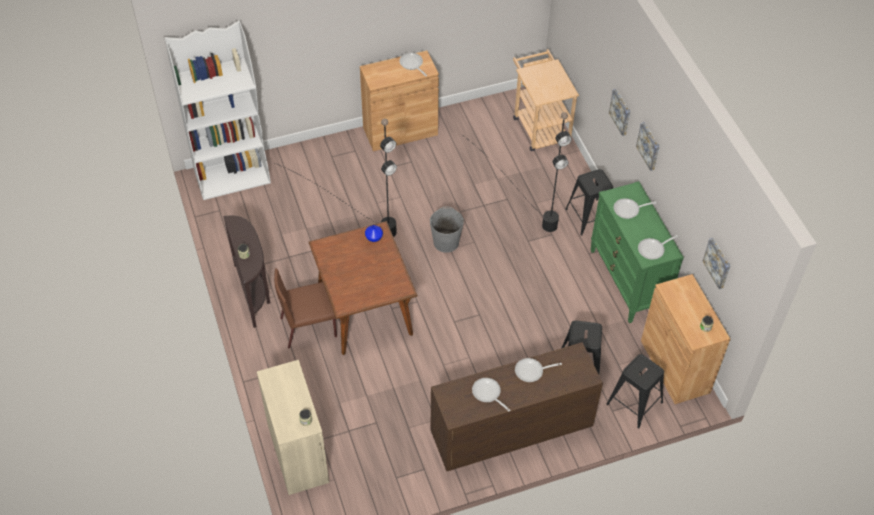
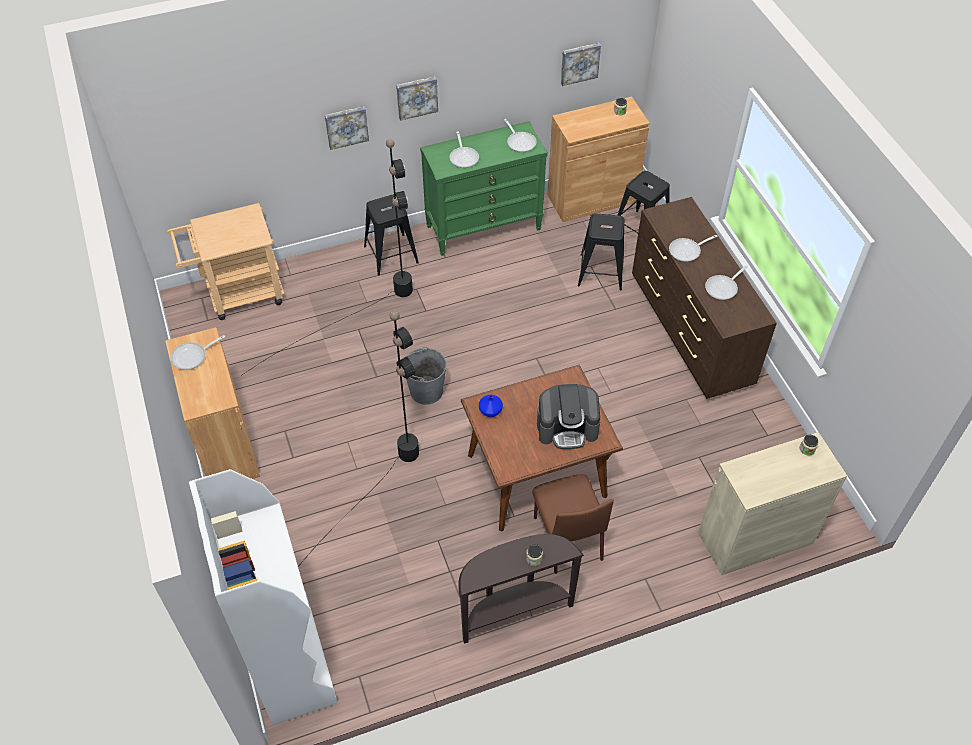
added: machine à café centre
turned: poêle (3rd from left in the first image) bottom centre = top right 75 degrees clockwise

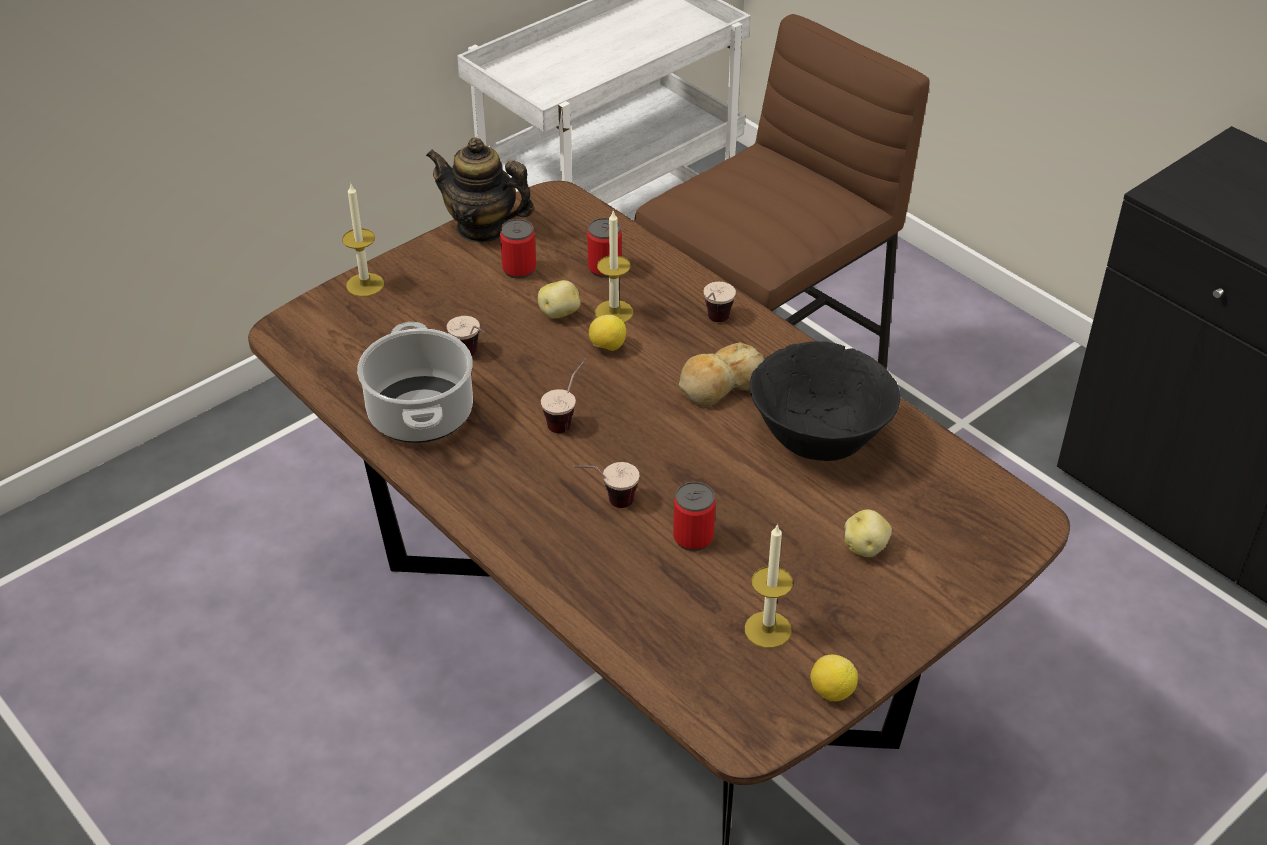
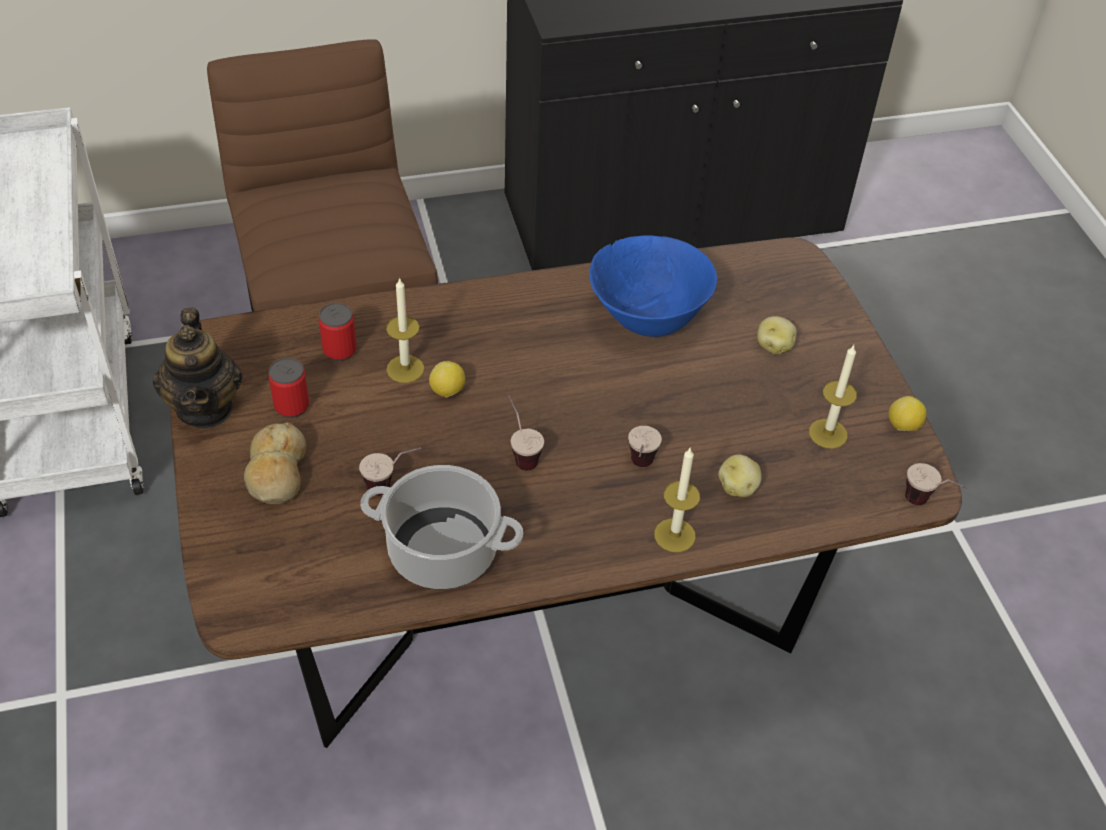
removed: boîte métallique (3rd from left) centre
moved: bougie (1st from left in the first image) top left to bougie (2nd from left) centre; pomme de terre (1st from left) centre to middle right; tasse (4th from left) centre to middle right; pain centre to middle left
recoloured: bol [noir] centre to bol [bleu] centre
turned: théière top centre = middle left 60 degrees counterclockwise

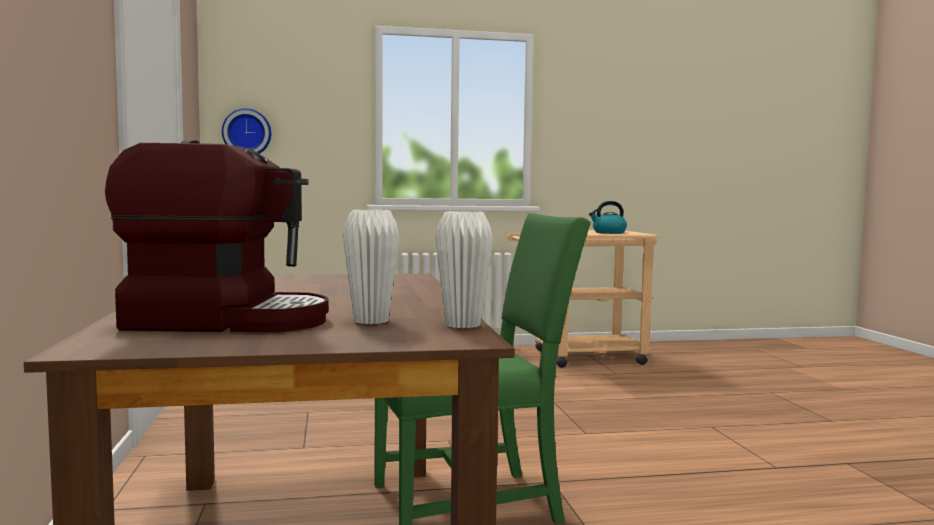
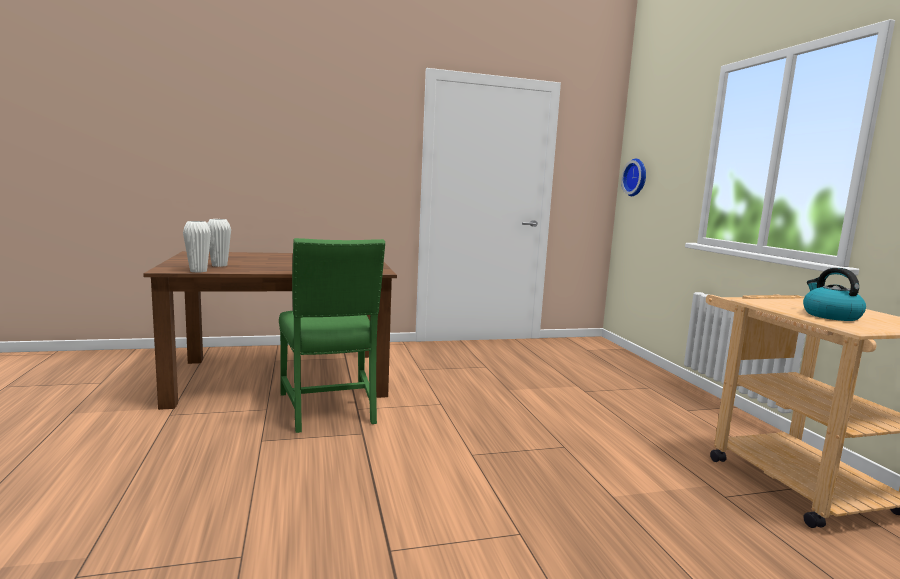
removed: machine à café middle left

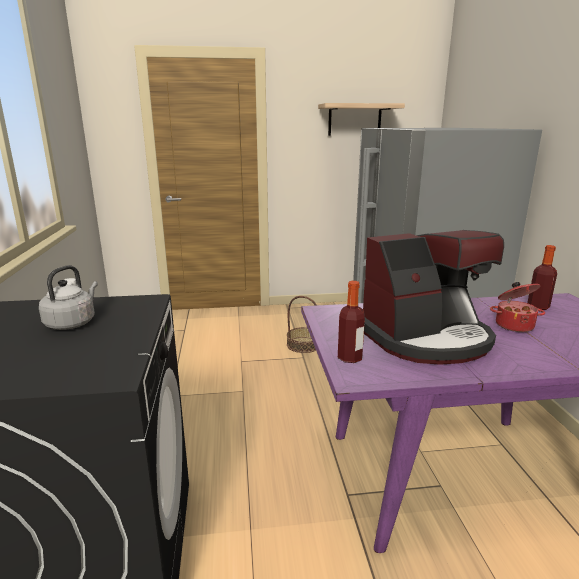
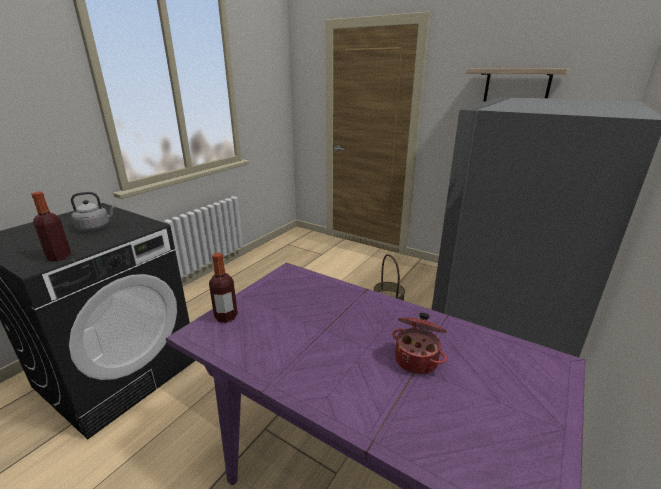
removed: machine à café middle right
moved: bouteille (2nd from left in the first image) middle right to bouteille (1st from left) middle left

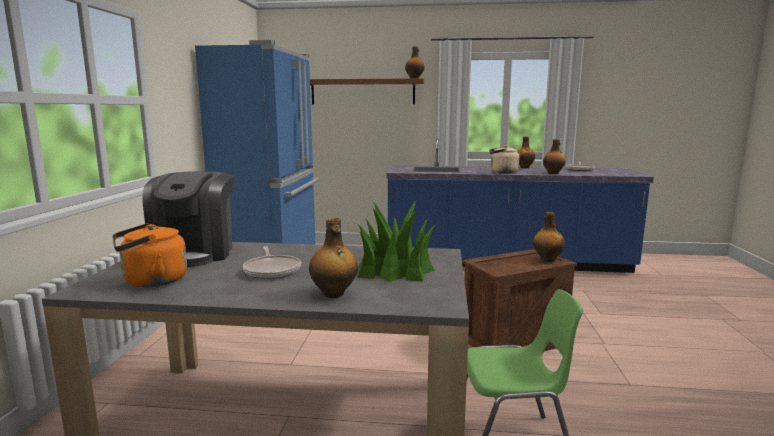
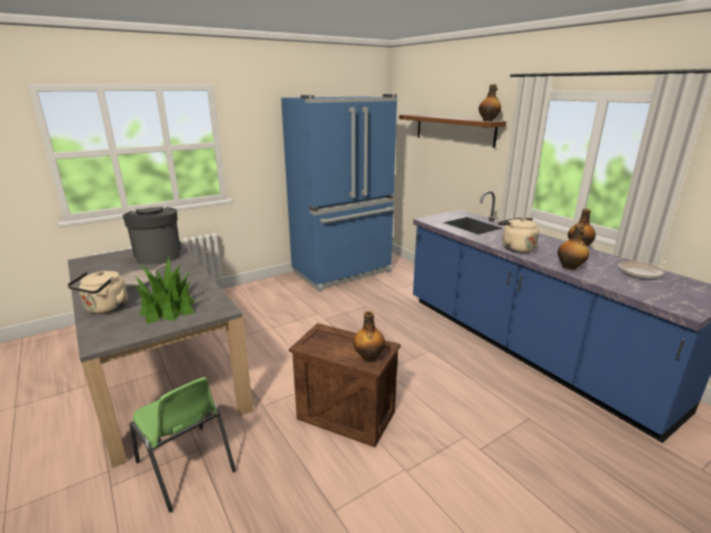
removed: bouilloire [orange] middle left
replaced: bouteille (1st from left) centre to bouilloire [beige] (1st from left) middle left
turned: machine à café middle left = middle left 105 degrees clockwise

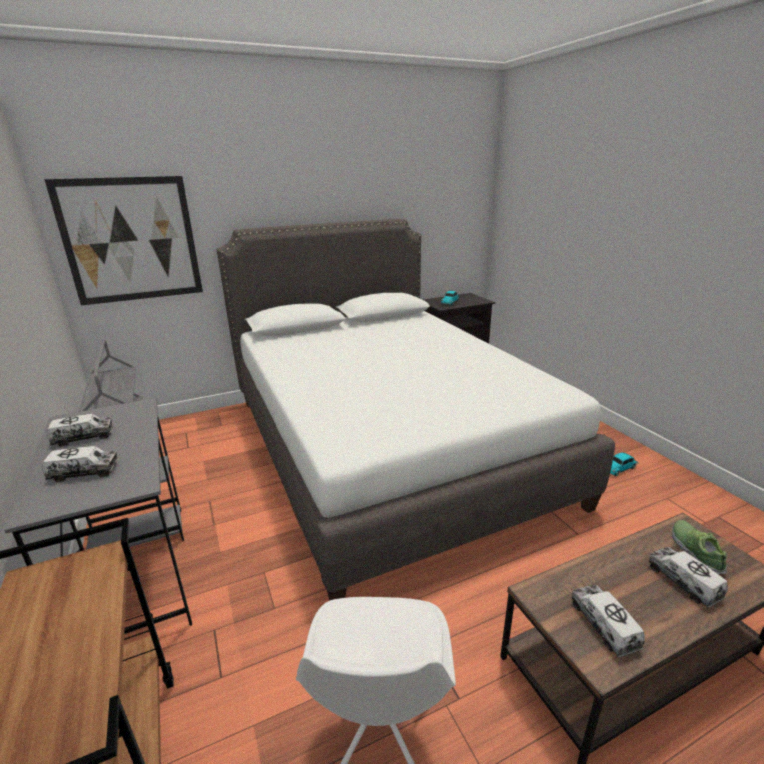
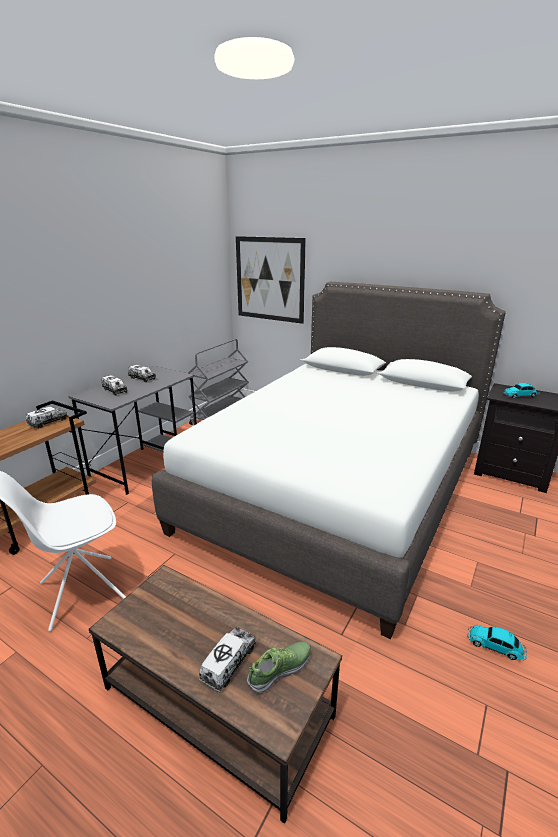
moved: camion jouet (3rd from left in the first image) bottom right to camion jouet (1st from left) middle left

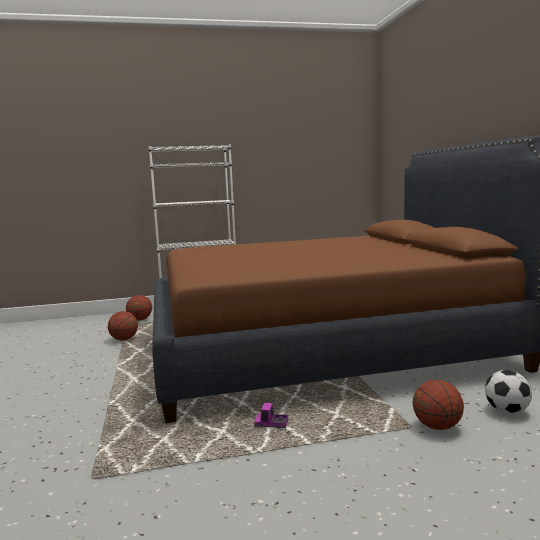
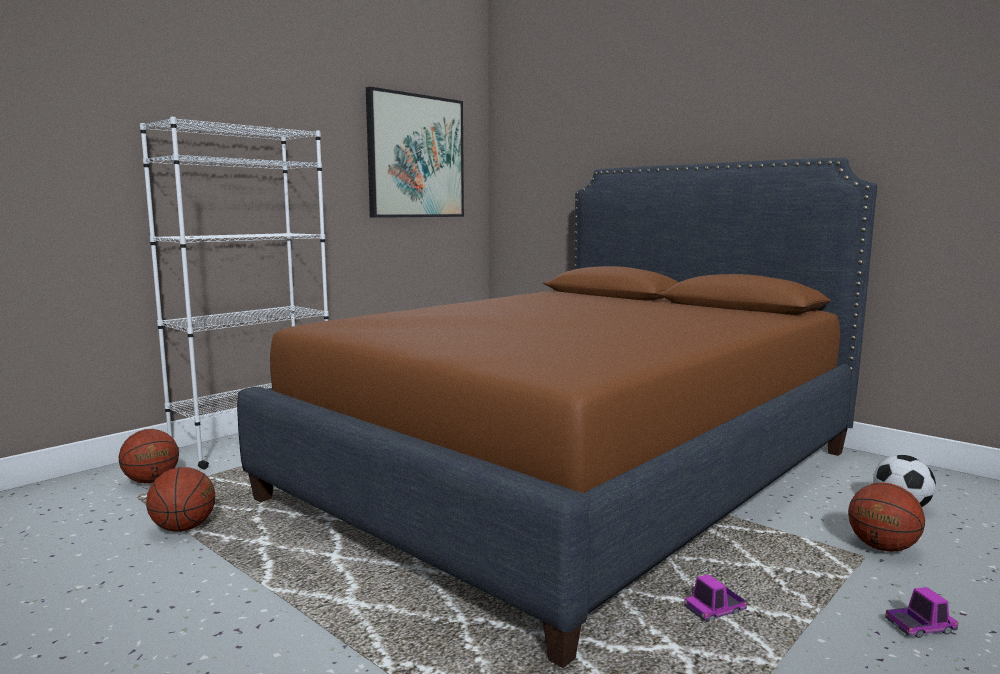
added: tableau top centre; camion jouet (2nd from left) bottom right

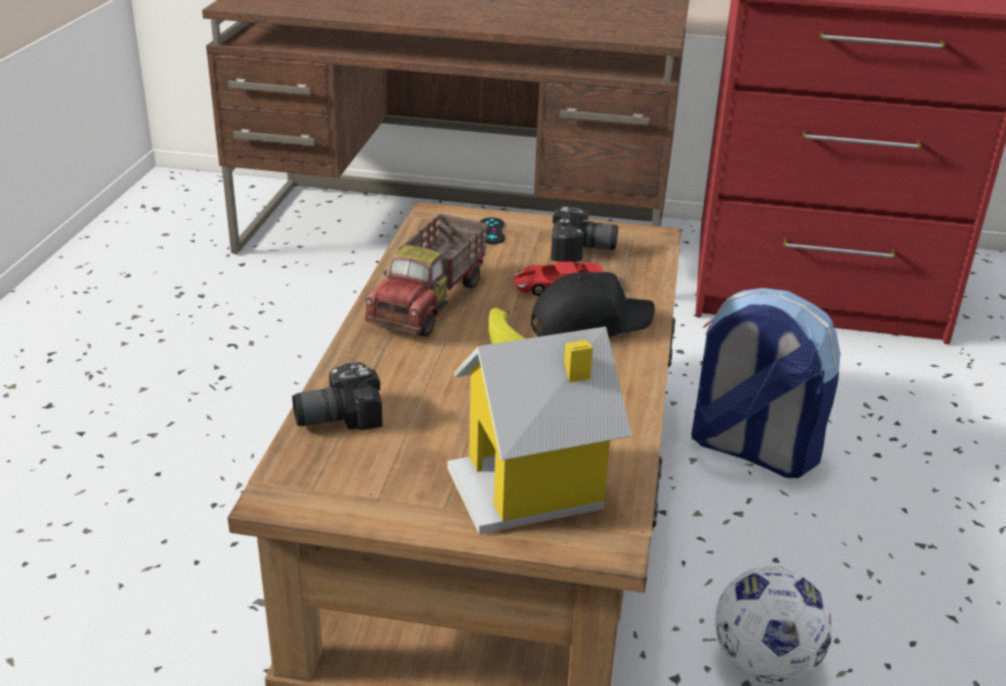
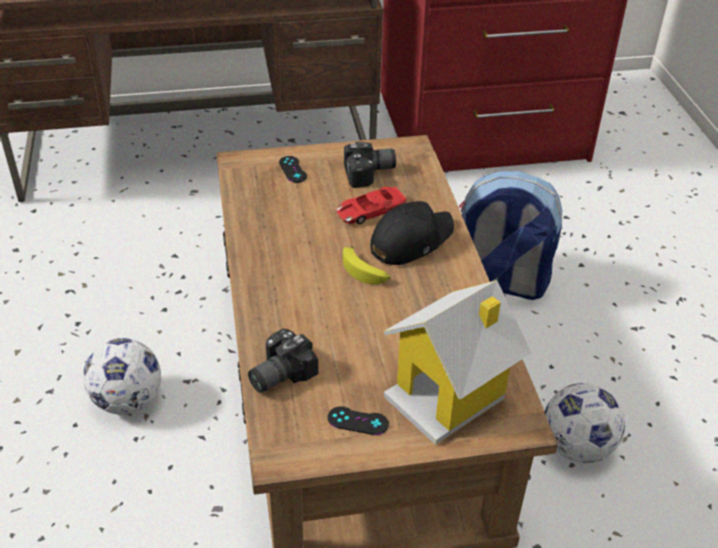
removed: camion jouet centre
added: ballon de foot (1st from left) bottom left; manette [noir] (2nd from left) bottom centre

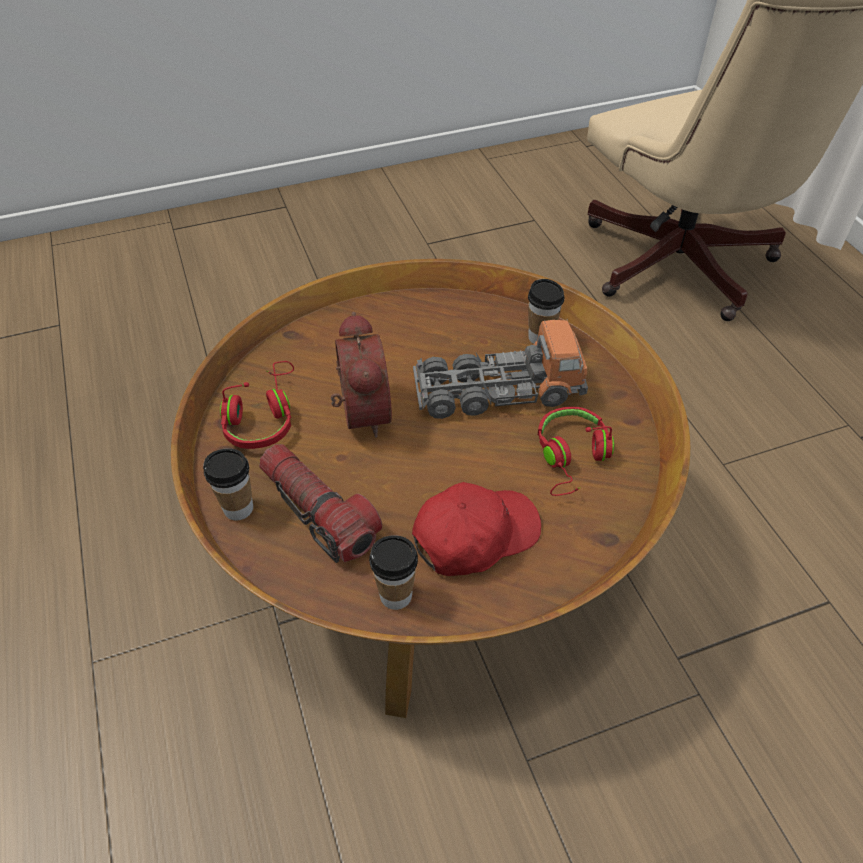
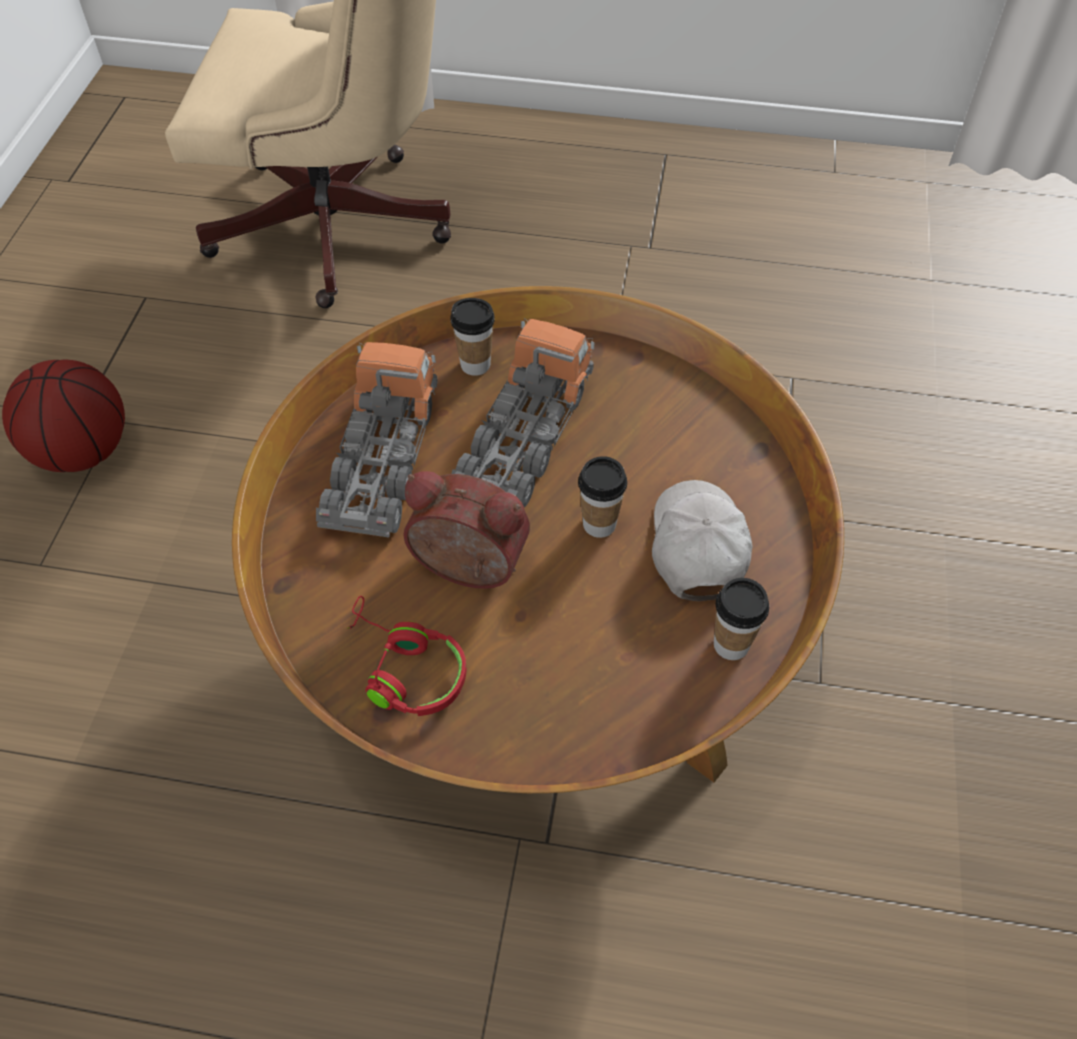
removed: casque audio [rouge] (2nd from left) middle right; lampe de poche centre
added: camion jouet (1st from left) centre; ballon de basket middle left
moved: tasse (1st from left in the first image) middle left to tasse (2nd from left) centre
recoloured: casquette [rouge] centre to casquette [blanc] centre

